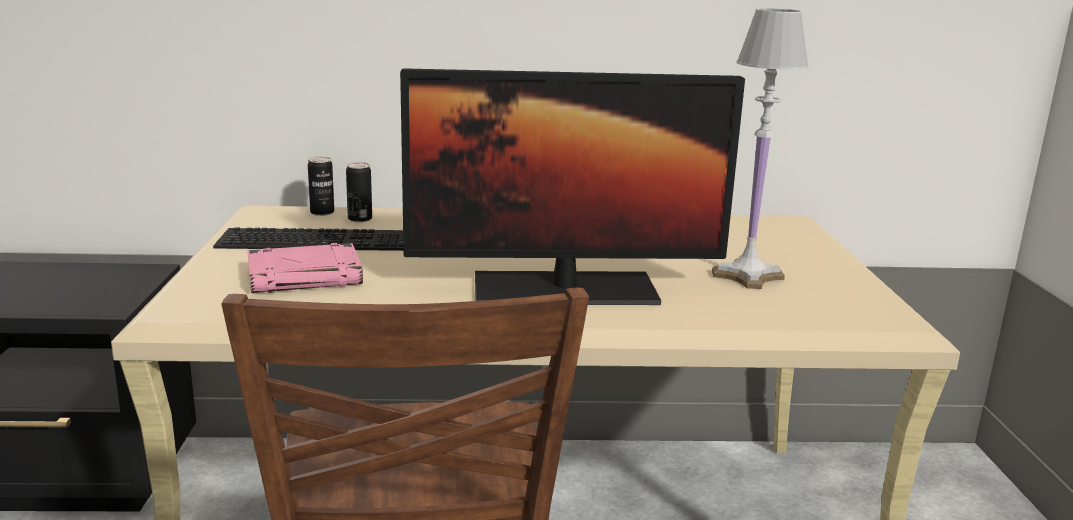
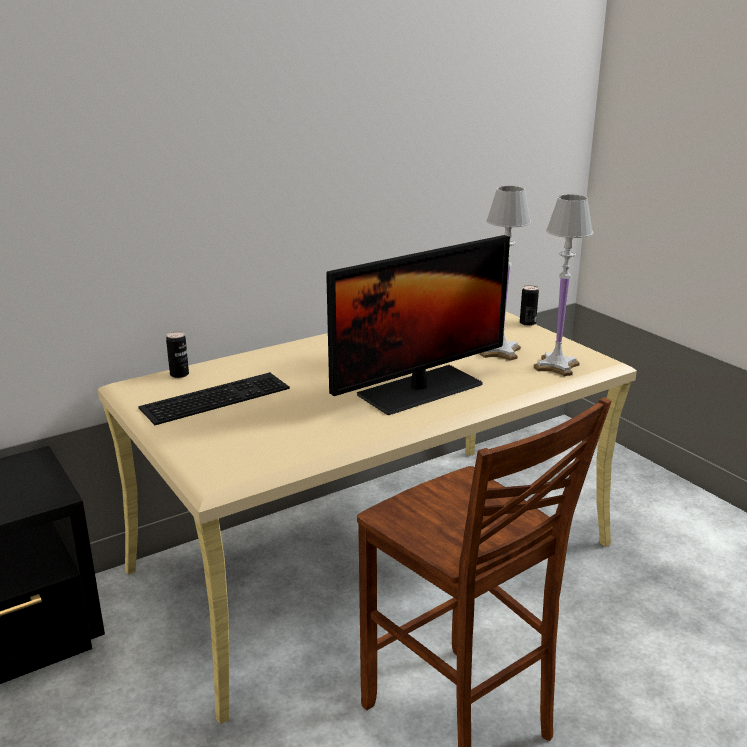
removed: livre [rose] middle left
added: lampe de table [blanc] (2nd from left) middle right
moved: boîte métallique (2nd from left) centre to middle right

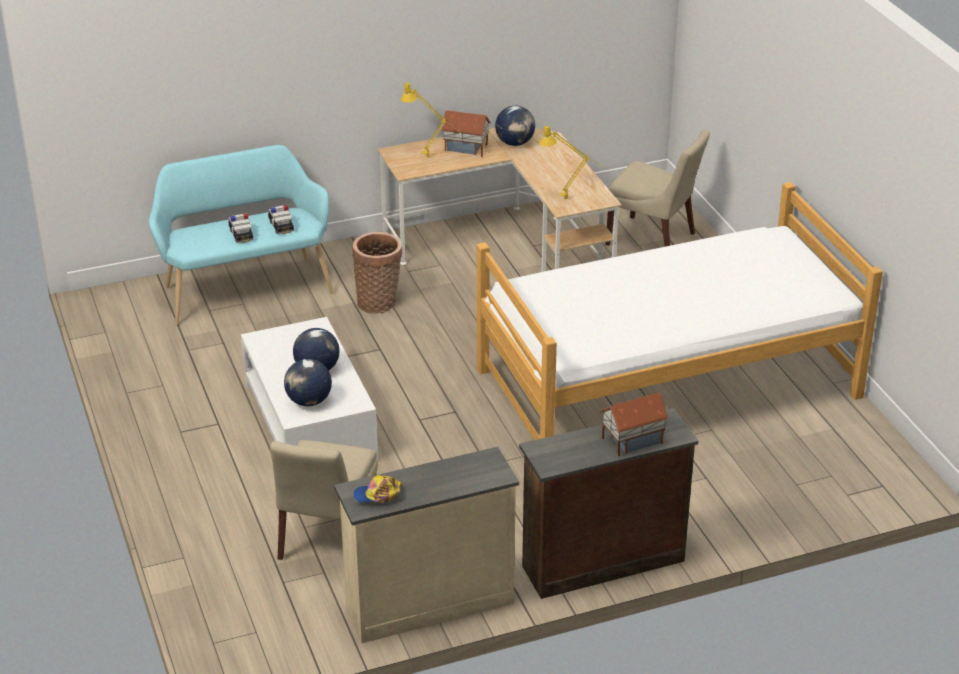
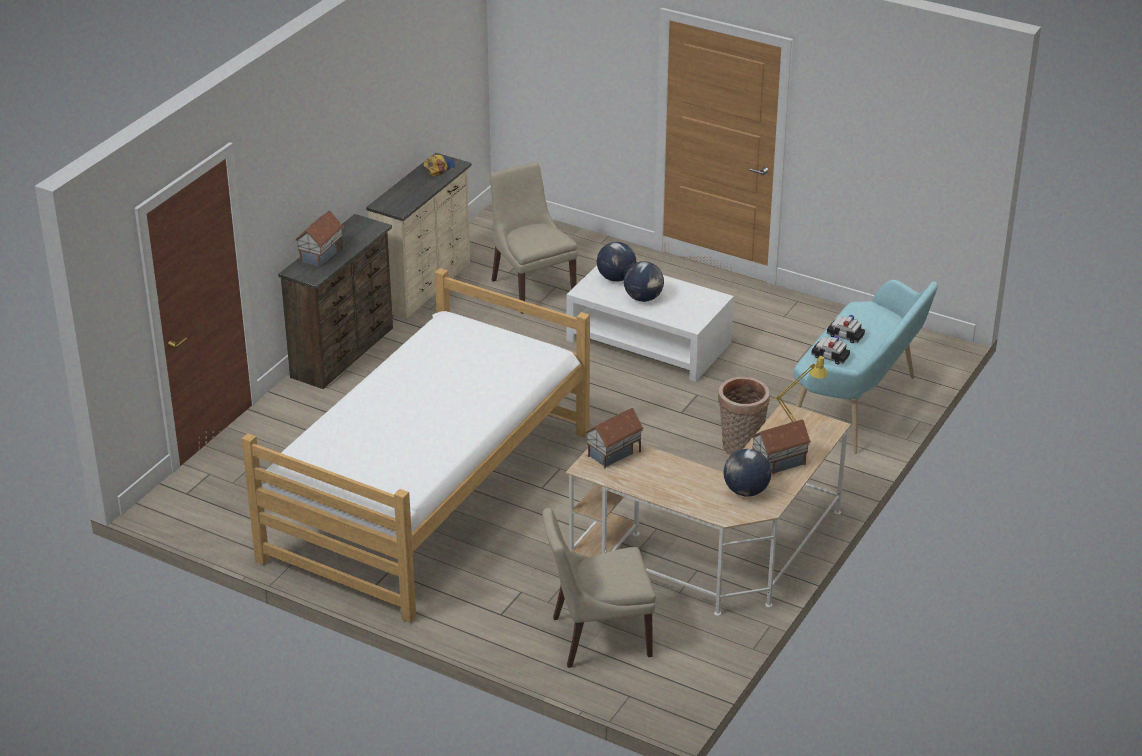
replaced: lampe de table [jaune] (2nd from left) top centre to maison miniature (2nd from left) centre

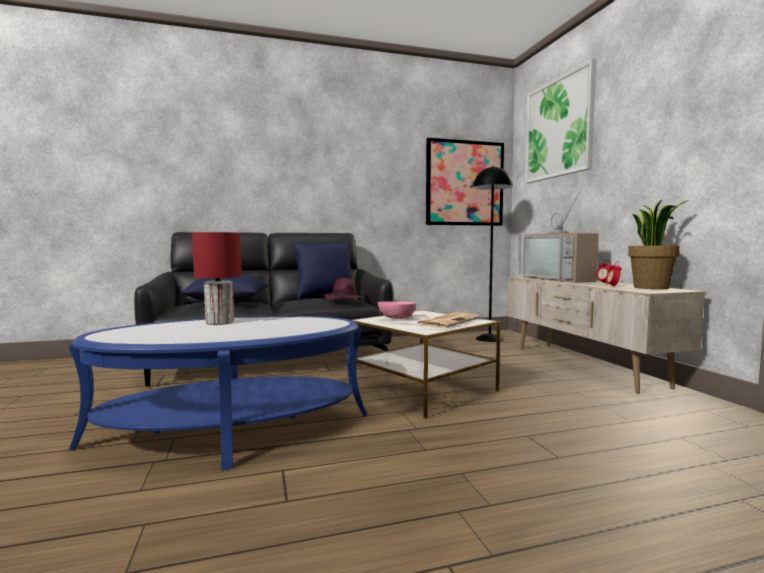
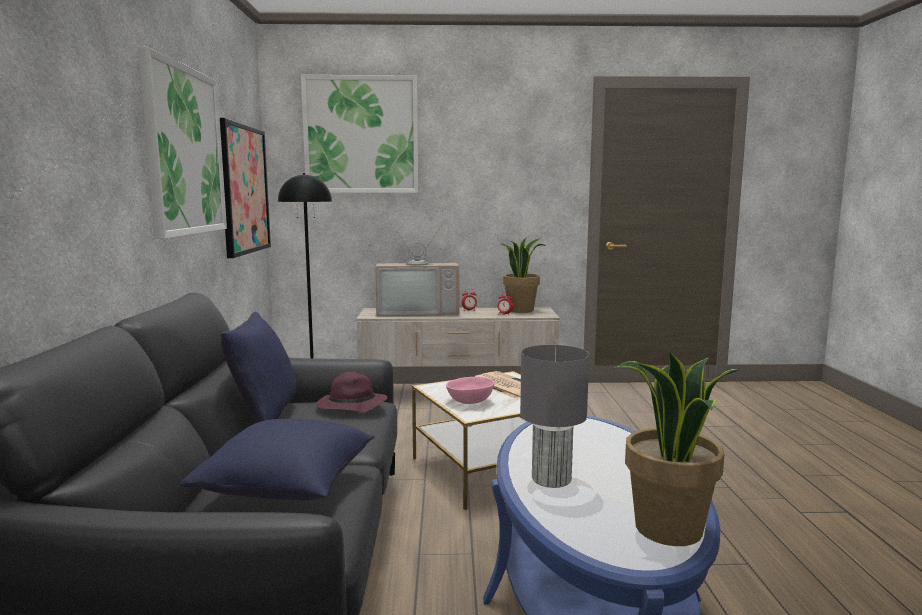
added: tableau (1st from left) top left; plante en pot (2nd from left) bottom right
recoloured: lampe de table [rouge] middle left to lampe de table [gris] bottom centre

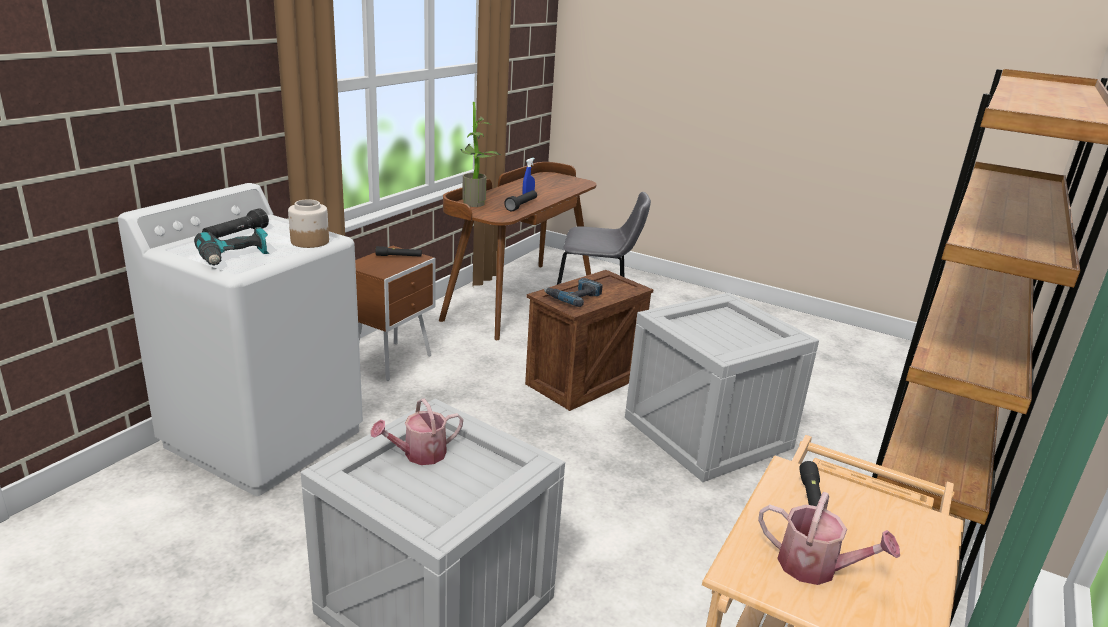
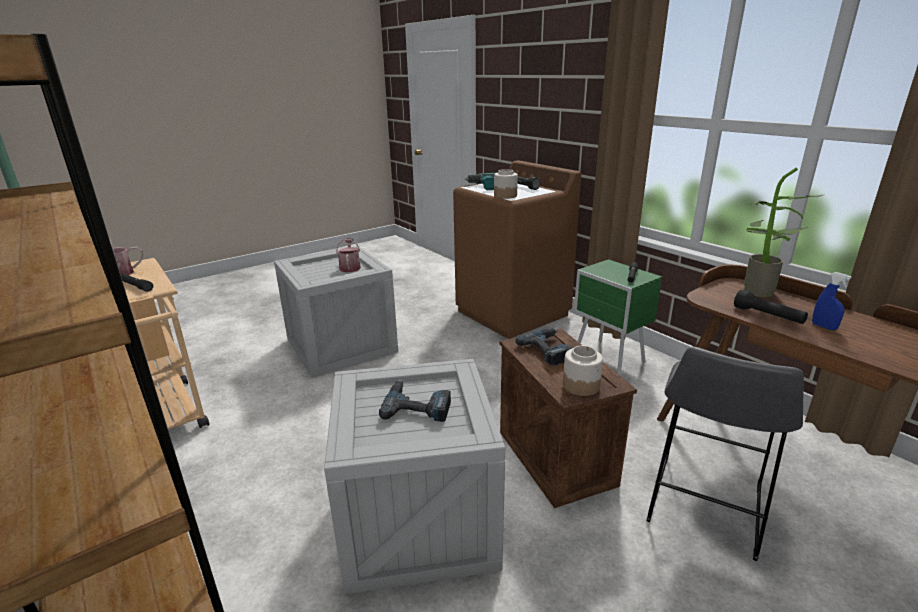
added: bocal (2nd from left) centre; perceuse (1st from left) centre
recoloured: lave-linge [blanc] middle left to lave-linge [marron] centre; table de chevet [marron] centre to table de chevet [vert] middle right

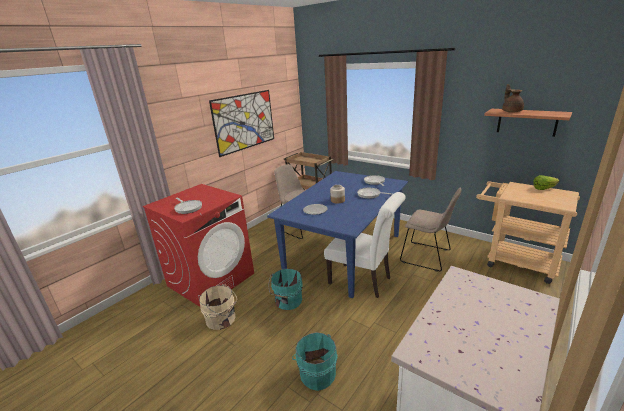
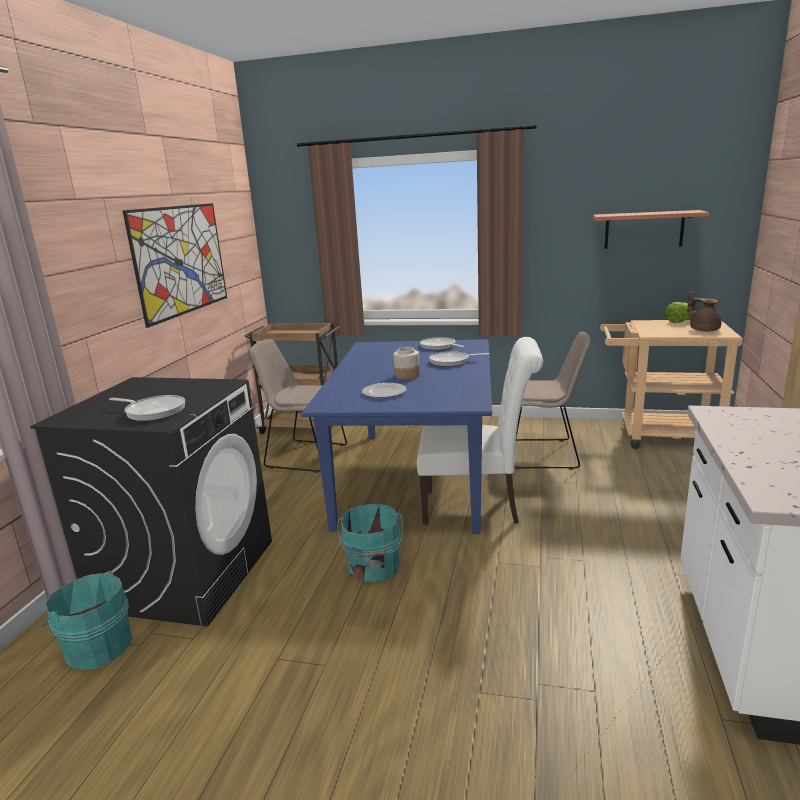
removed: seau [beige] bottom centre
moved: théière [marron] top right to middle right; seau [turquoise] (2nd from left in the first image) bottom centre to seau [turquoise] (1st from left) bottom left
recoloured: lave-linge [rouge] middle left to lave-linge [noir] middle left

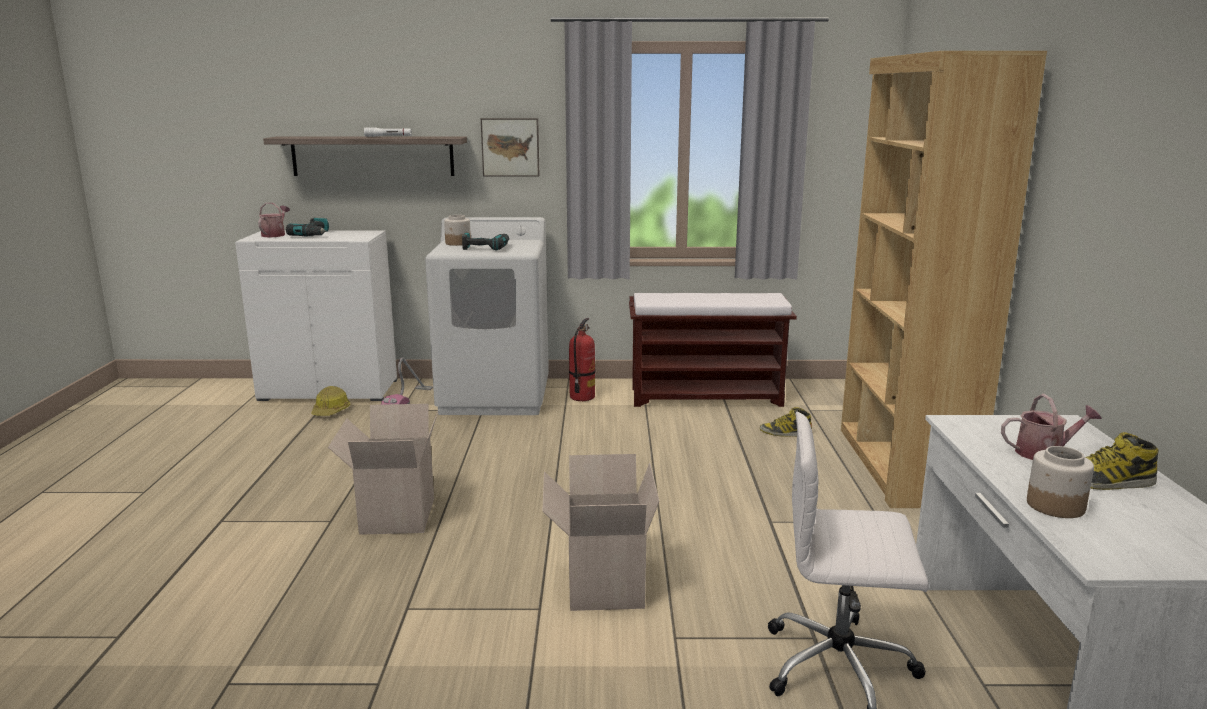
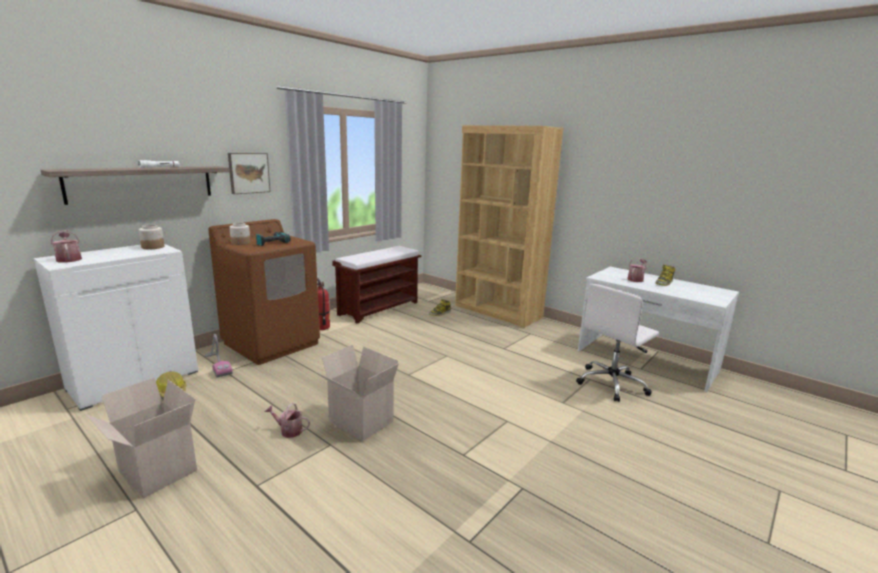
removed: perceuse (1st from left) top left
added: arrosoir (2nd from left) bottom left
moved: bocal (2nd from left in the first image) bottom right to bocal (1st from left) middle left; carton (2nd from left in the first image) bottom centre to carton (1st from left) bottom left
recoloured: lave-linge [blanc] centre to lave-linge [marron] middle left

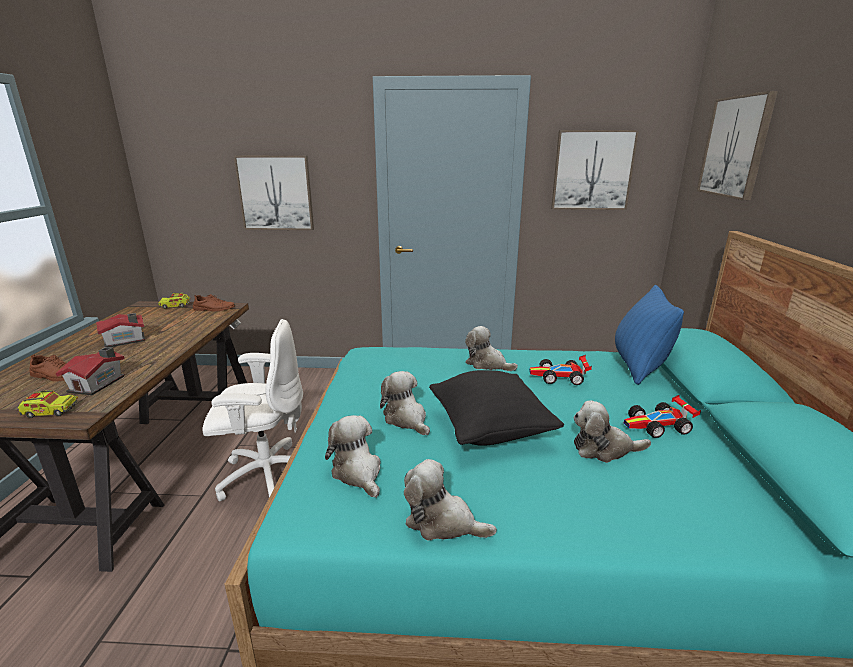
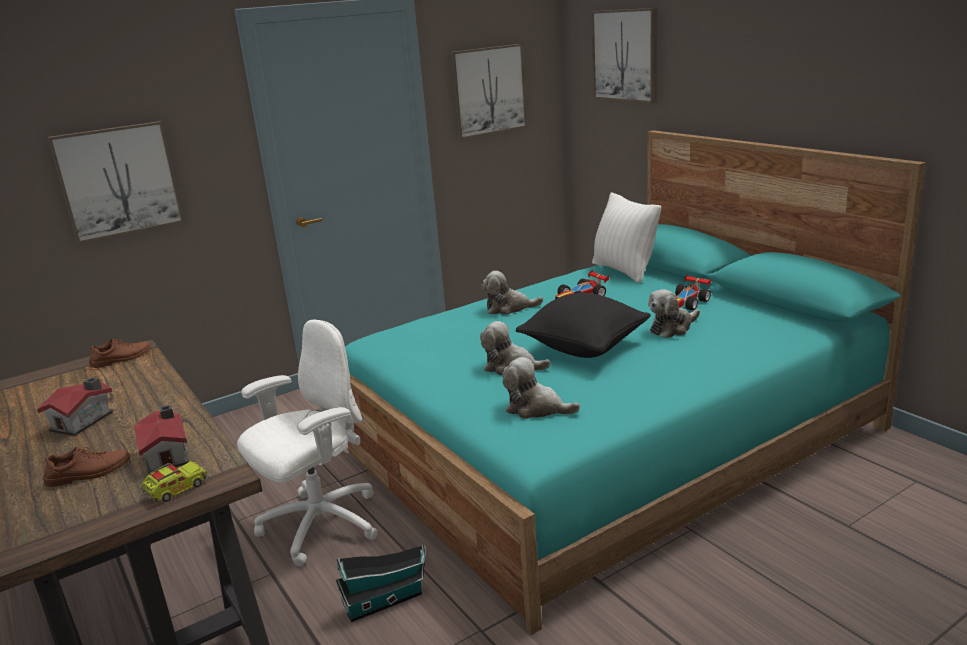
removed: camion jouet (2nd from left) middle left; peluche (3rd from left) bottom centre
added: maison miniature (3rd from left) bottom centre
recoloured: coussin [bleu] middle right to coussin [blanc] centre

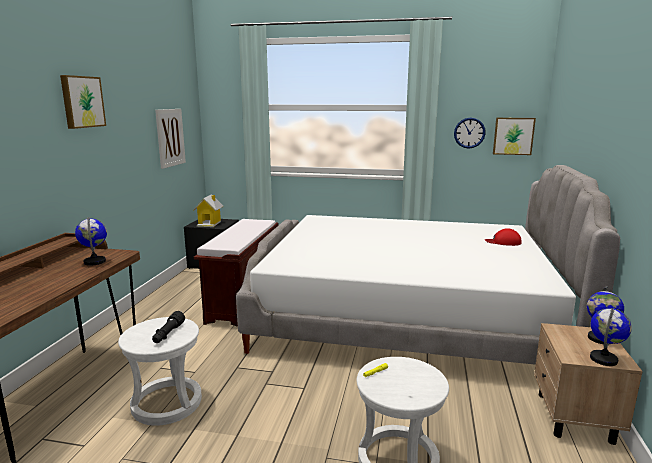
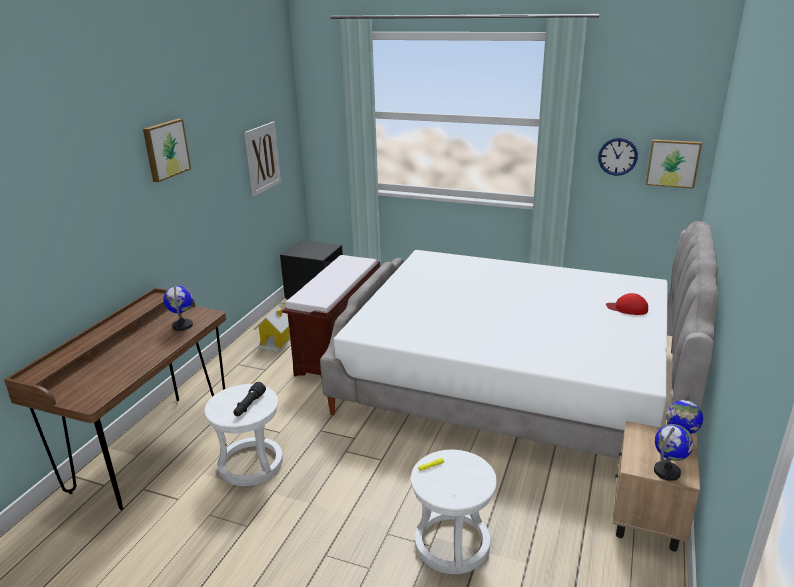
moved: maison miniature middle left to centre

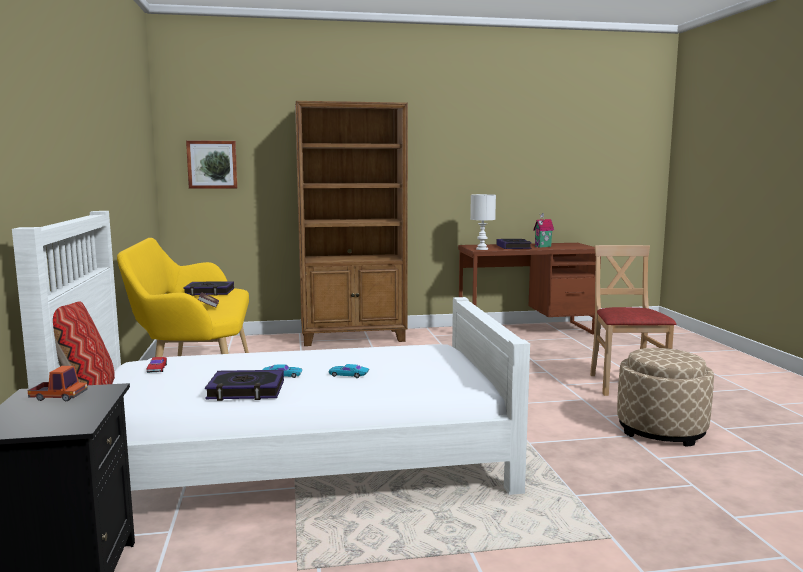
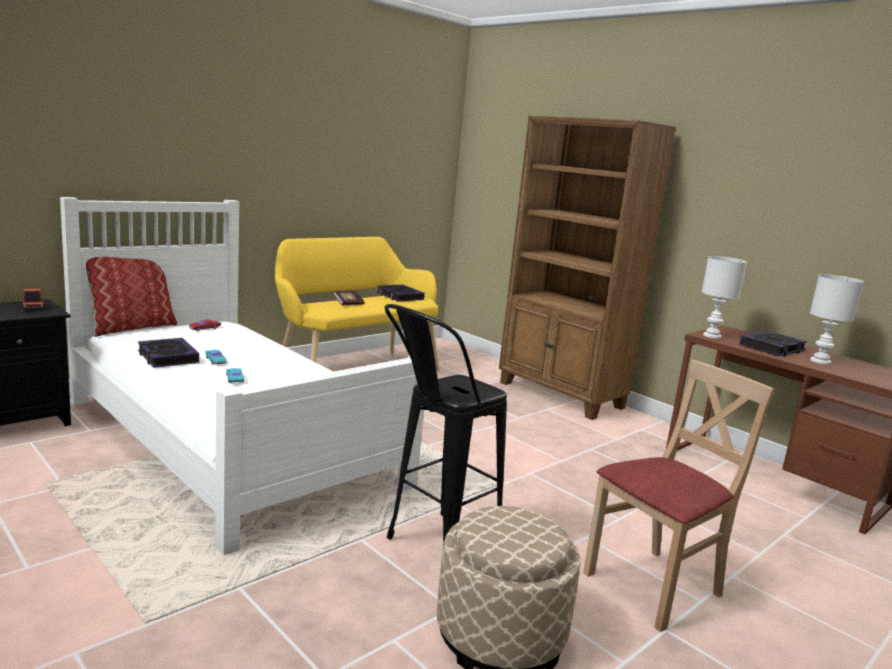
removed: tableau top left
added: tabouret [noir] centre
replaced: maison miniature middle right to lampe de table [blanc] (2nd from left) middle right

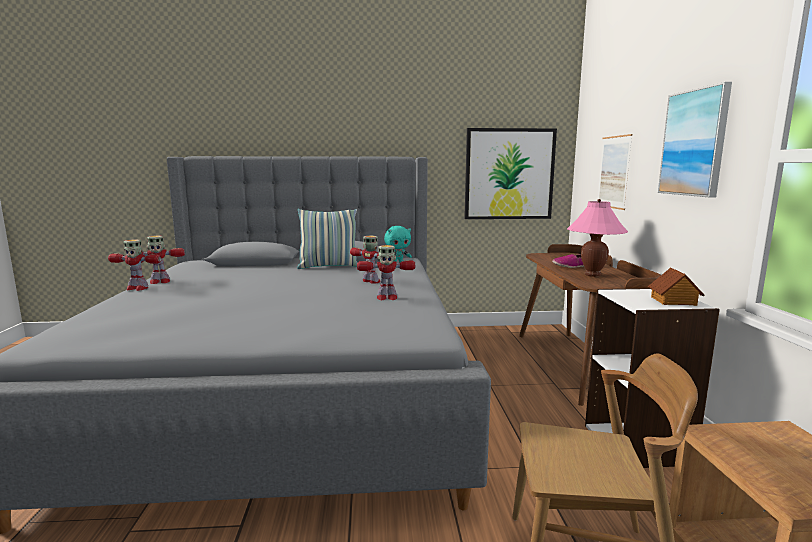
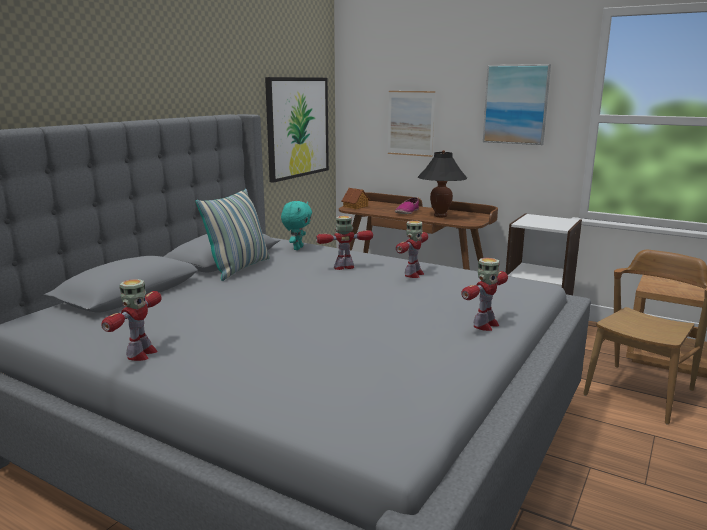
moved: robot jouet (1st from left in the first image) middle left to robot jouet (4th from left) middle right; maison miniature middle right to centre
recoloured: lampe de table [rose] middle right to lampe de table [noir] centre

